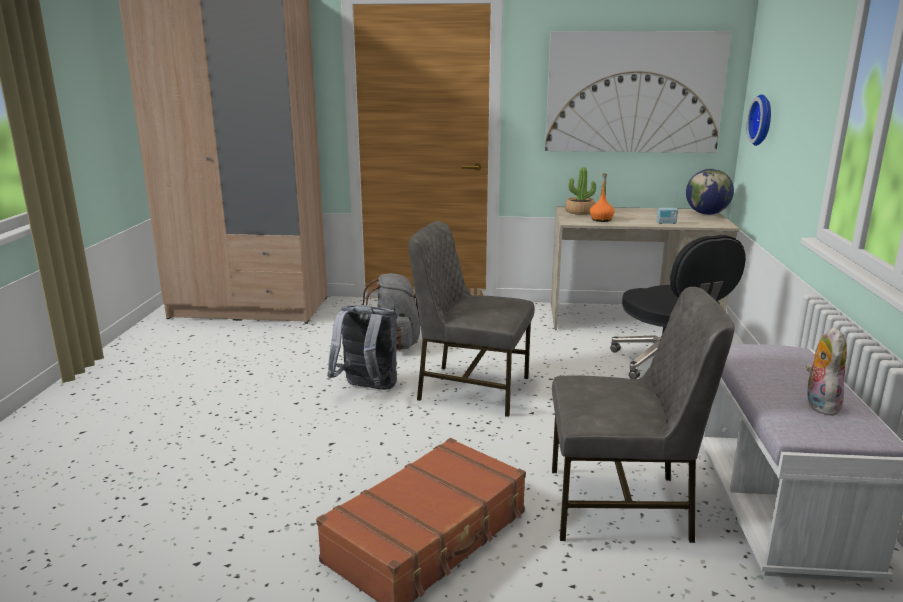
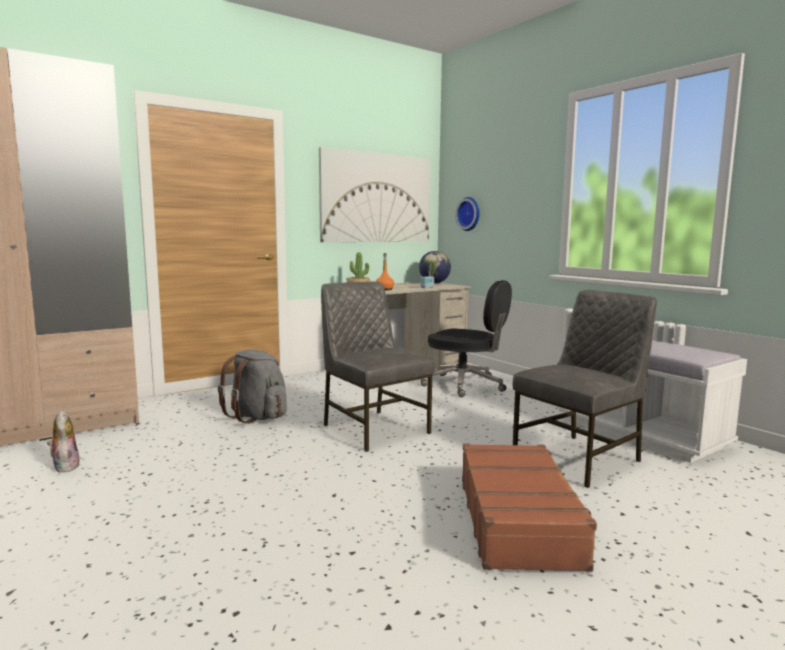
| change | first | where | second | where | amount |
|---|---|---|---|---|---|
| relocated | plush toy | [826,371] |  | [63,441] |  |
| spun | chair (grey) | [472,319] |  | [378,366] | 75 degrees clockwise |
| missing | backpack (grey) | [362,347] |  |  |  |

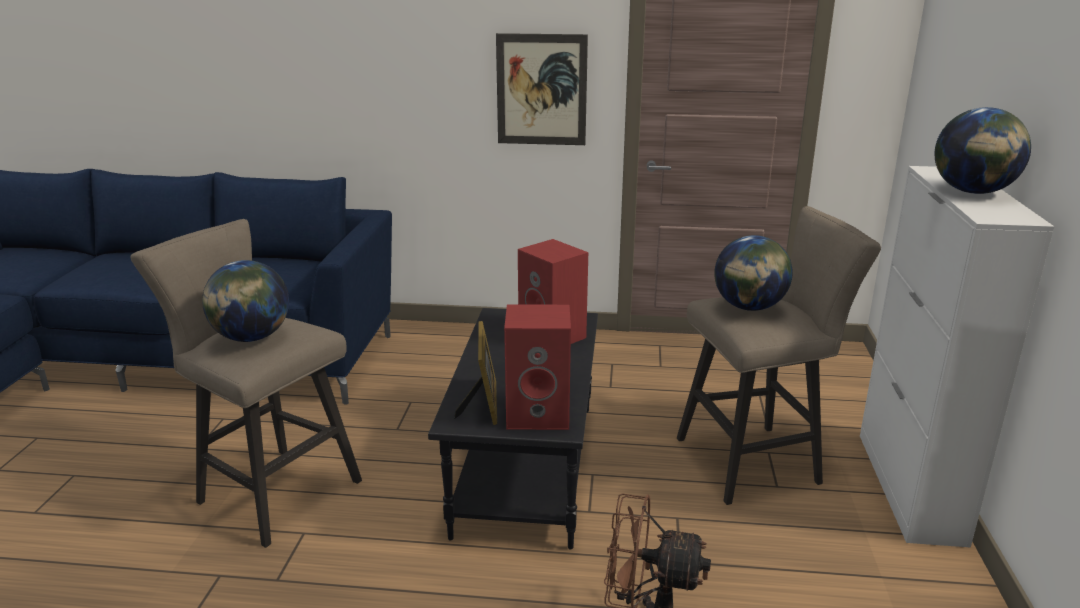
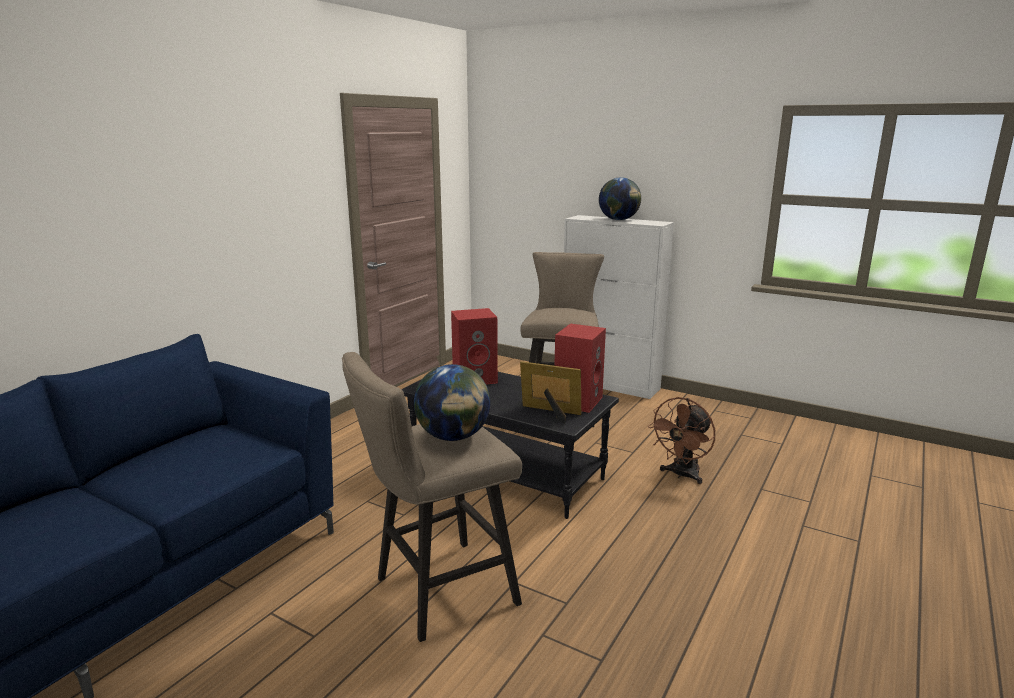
| change | first | where | second | where | amount |
|---|---|---|---|---|---|
| missing | picture | [542,89] |  |  |  |
| missing | globe | [753,273] |  |  |  |

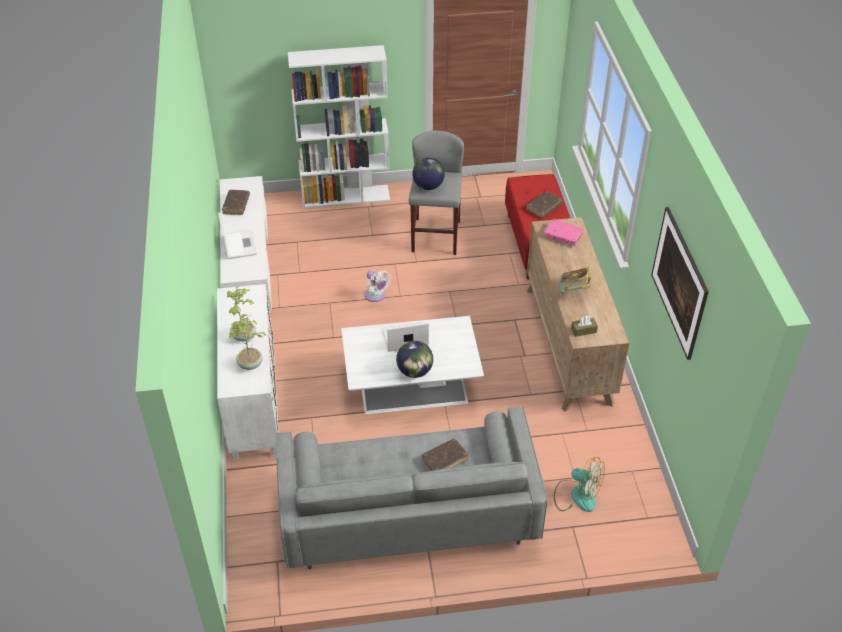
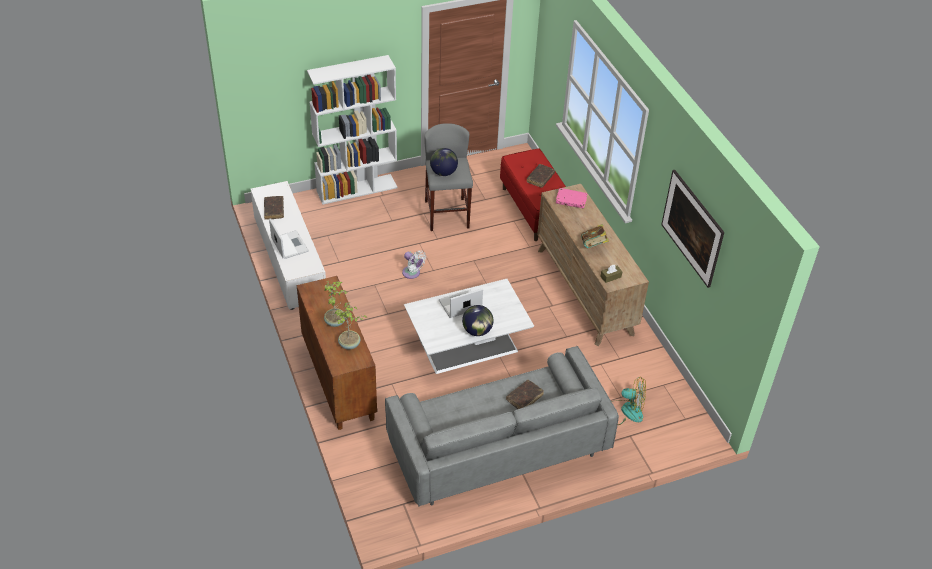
| change | first | where | second | where | amount |
|---|---|---|---|---|---|
| colour | cabinet (white) | [247,372] | cabinet (brown) | [337,353] |  |

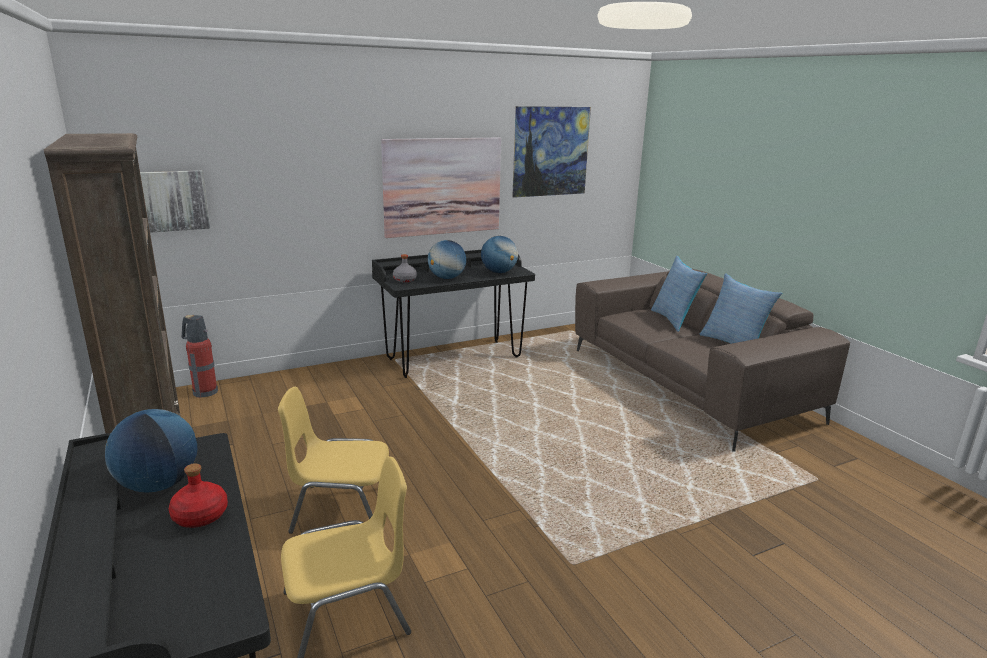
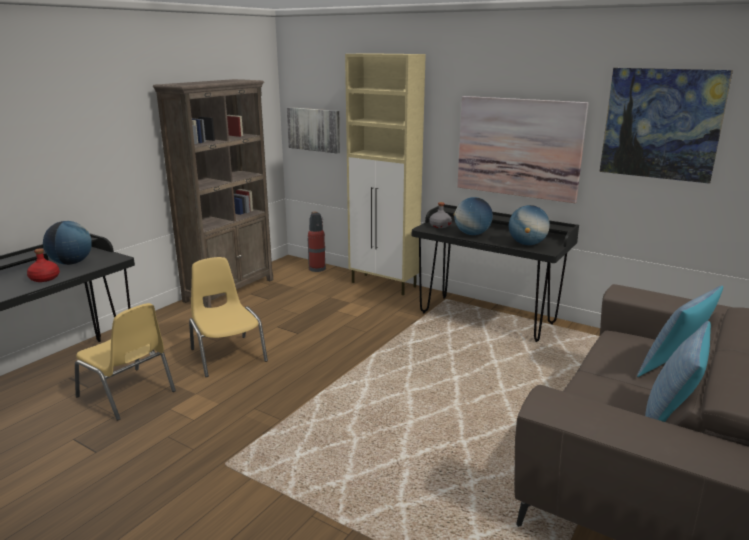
| change | first | where | second | where | amount |
|---|---|---|---|---|---|
| appeared |  |  | cabinet (beige) | [385,174] |  |

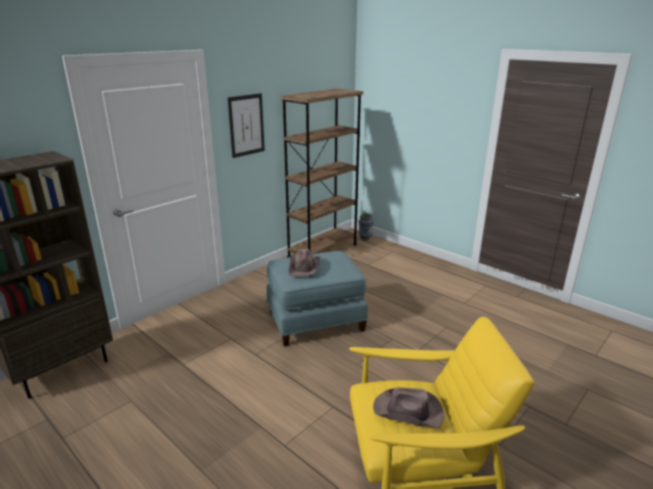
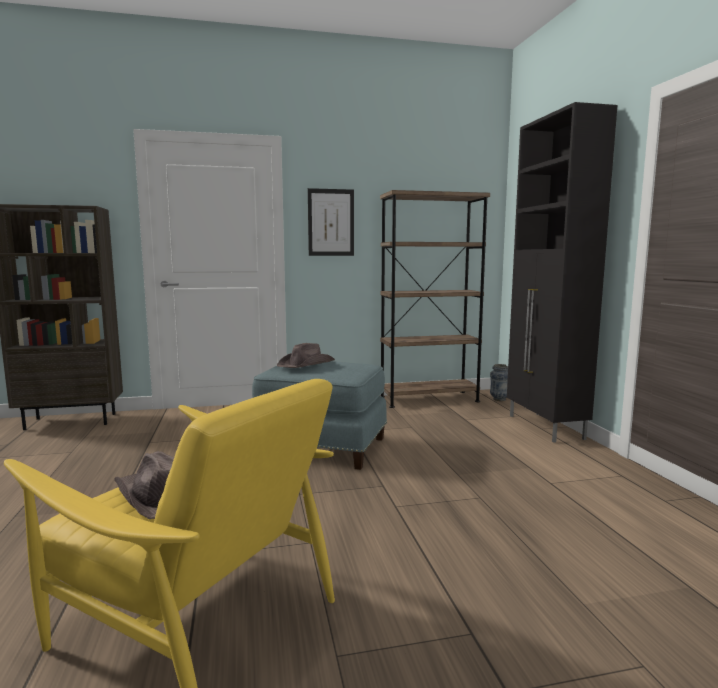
| change | first | where | second | where | amount |
|---|---|---|---|---|---|
| appeared |  |  | cabinet (black) | [562,272] |  |

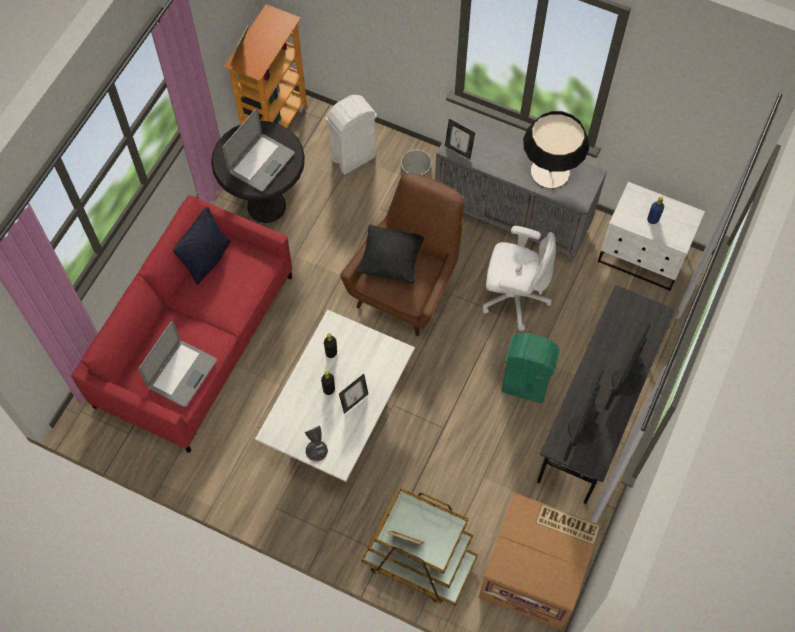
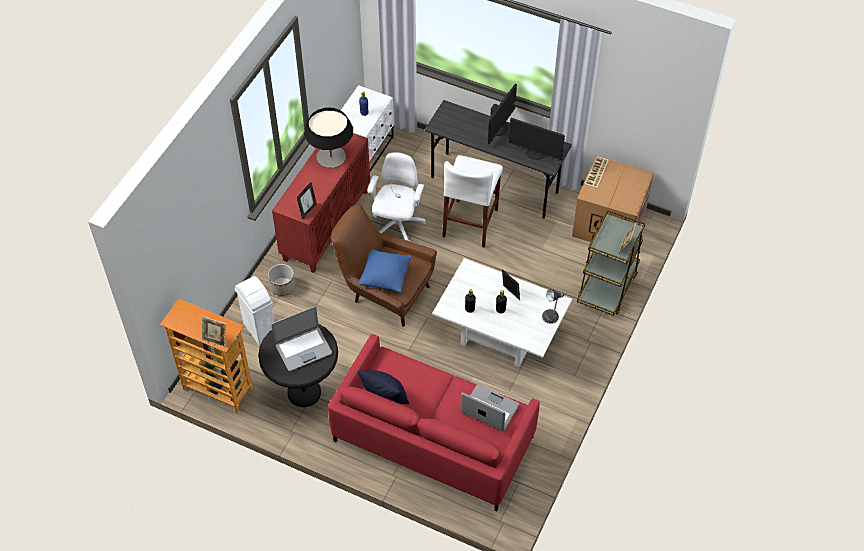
| change | first | where | second | where | amount |
|---|---|---|---|---|---|
| spun | laptop | [258,150] |  | [301,338] | 120 degrees clockwise |
| colour | cabinet (grey) | [521,188] | cabinet (red) | [321,203] |  |
| colour | pillow (black) | [390,254] | pillow (blue) | [385,271] |  |
| exchanged | trash can (green) | [530,368] | stool (white) | [472,201] |  |
| spun | monitor | [628,366] |  | [502,114] | 90 degrees counterclockwise |

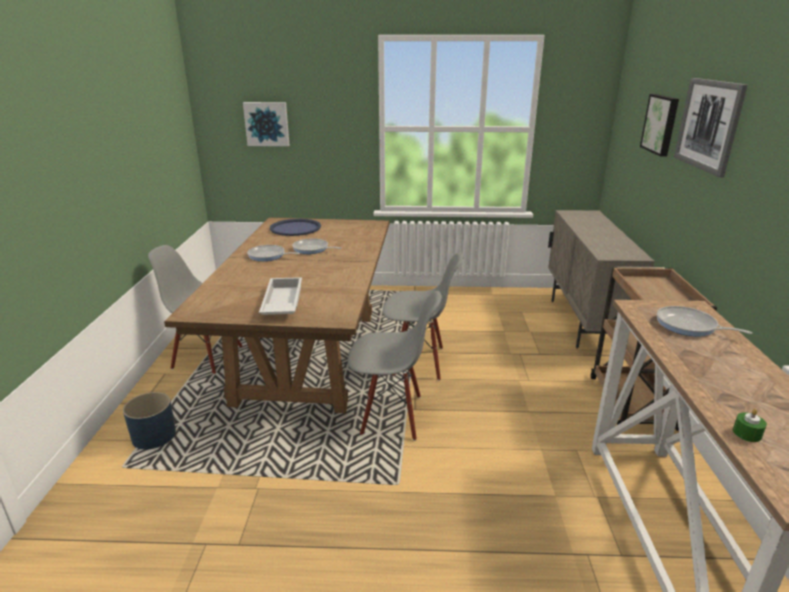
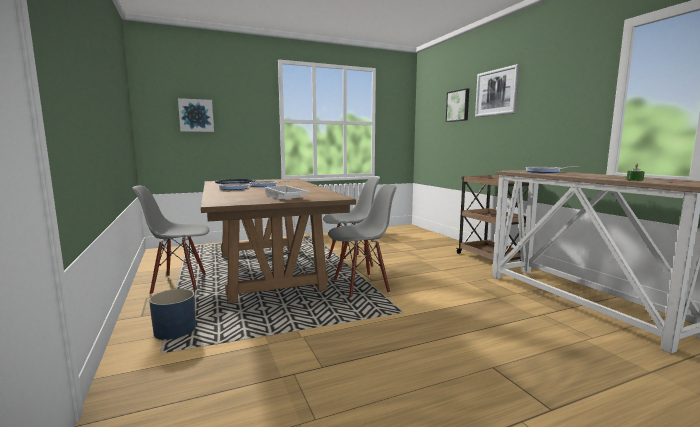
| change | first | where | second | where | amount |
|---|---|---|---|---|---|
| missing | cabinet (beige) | [601,279] |  |  |  |

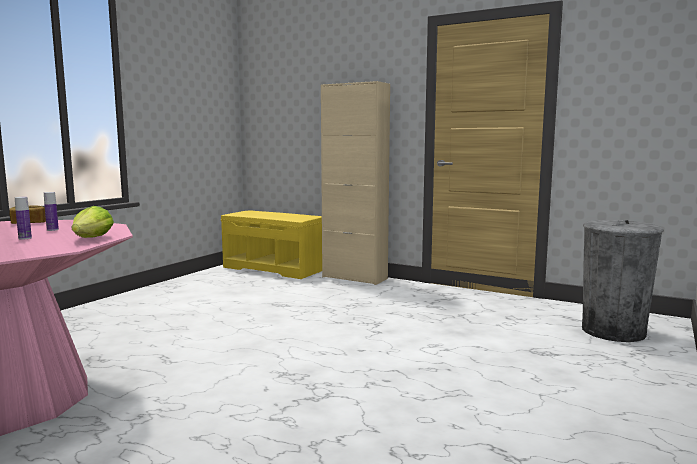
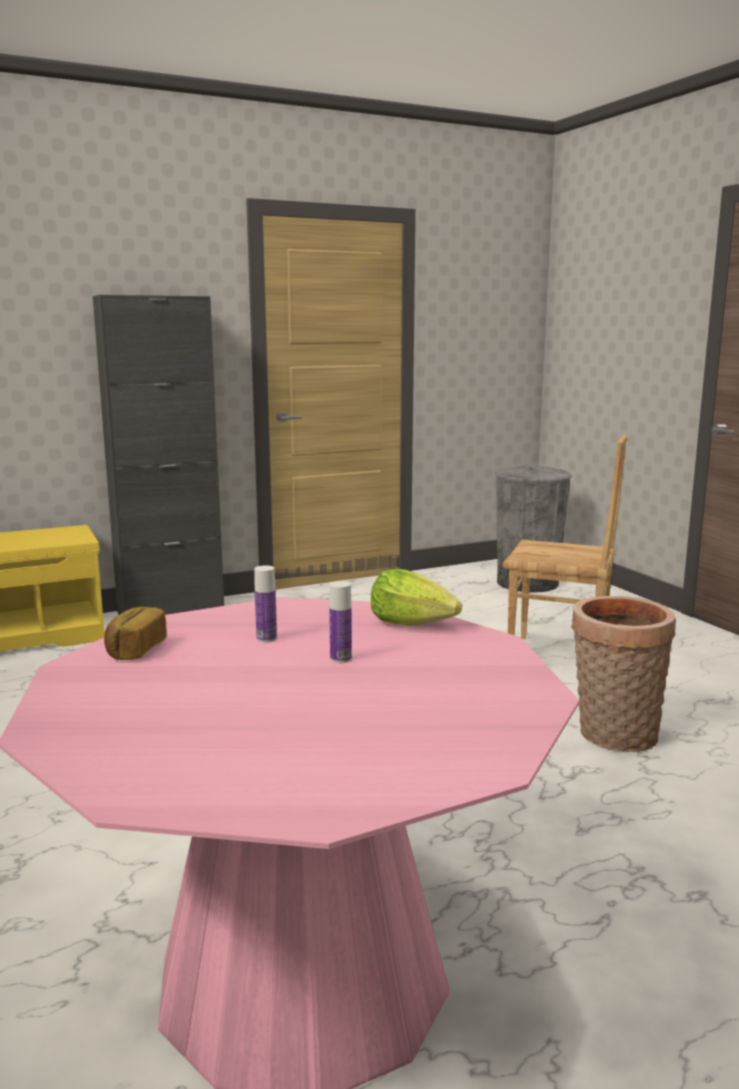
| change | first | where | second | where | amount |
|---|---|---|---|---|---|
| colour | cabinet (beige) | [355,183] | cabinet (black) | [158,455] |  |
| appeared |  |  | chair (brown) | [565,536] |  |
| appeared |  |  | basket | [623,674] |  |

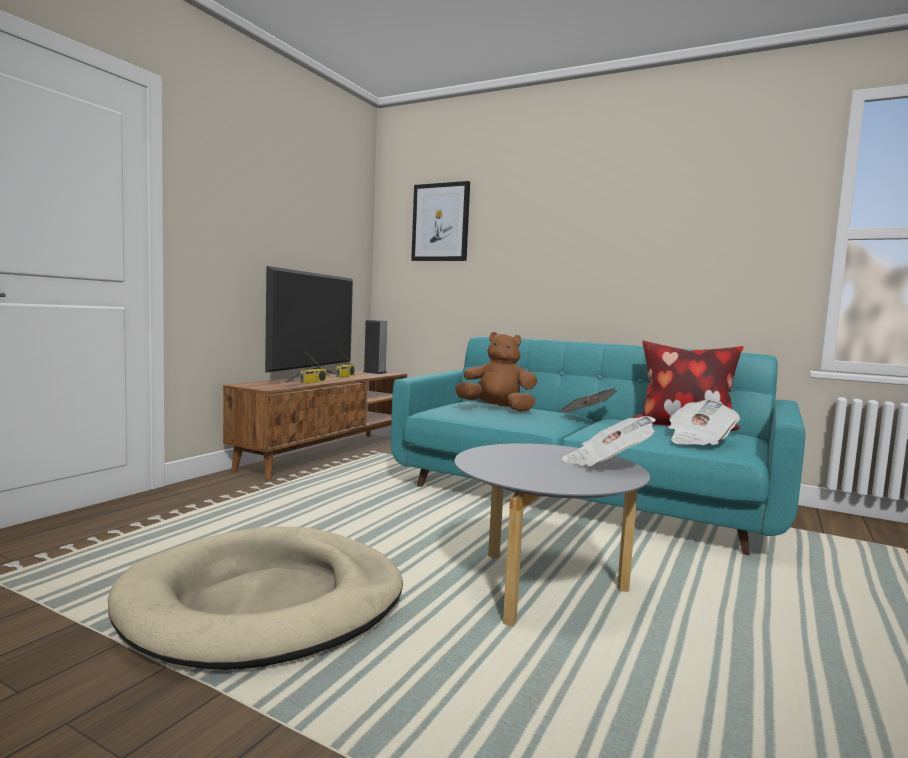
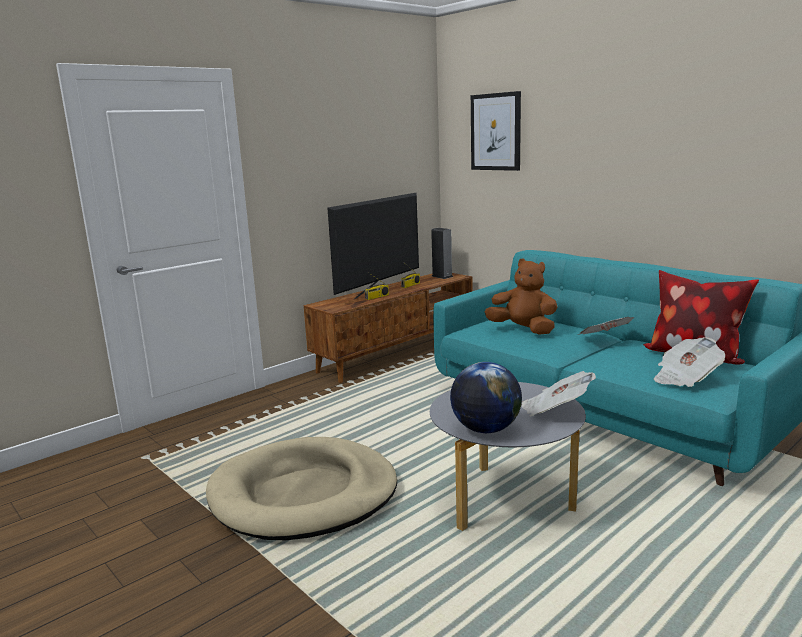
| change | first | where | second | where | amount |
|---|---|---|---|---|---|
| appeared |  |  | globe | [486,397] |  |

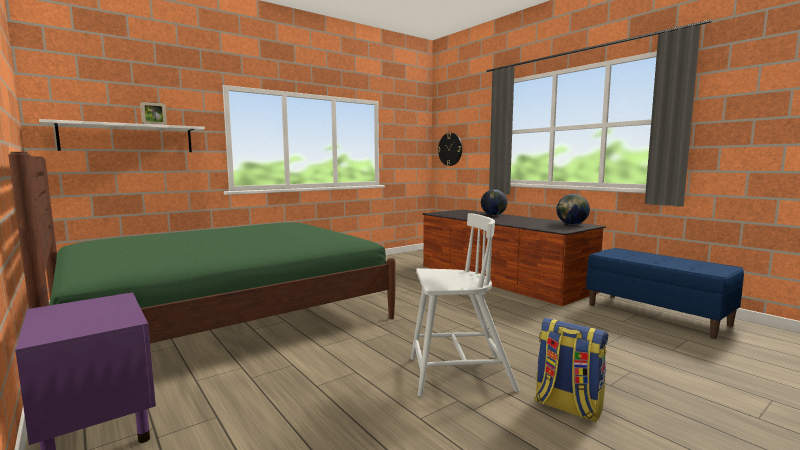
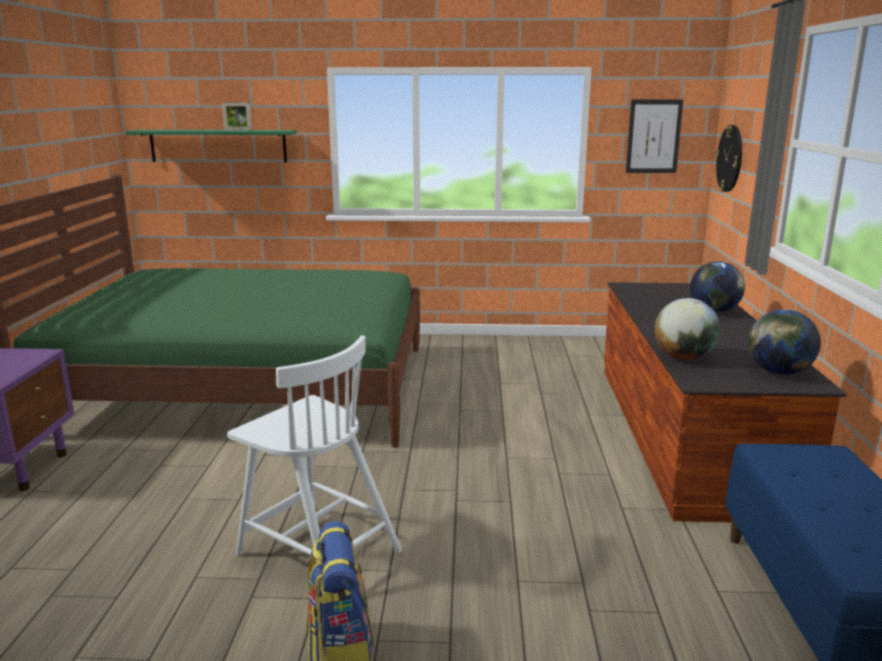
| change | first | where | second | where | amount |
|---|---|---|---|---|---|
| colour | shelf (white) | [122,135] | shelf (green) | [211,146] |  |
| appeared |  |  | picture | [654,136] |  |
| appeared |  |  | globe | [687,329] |  |

